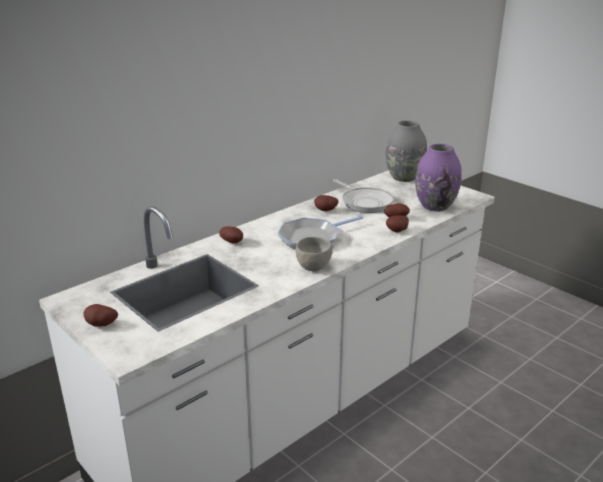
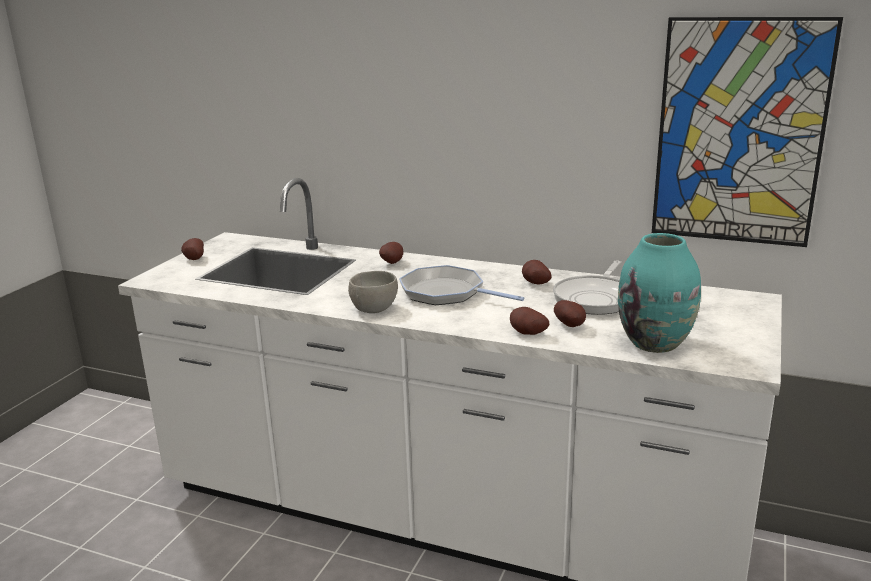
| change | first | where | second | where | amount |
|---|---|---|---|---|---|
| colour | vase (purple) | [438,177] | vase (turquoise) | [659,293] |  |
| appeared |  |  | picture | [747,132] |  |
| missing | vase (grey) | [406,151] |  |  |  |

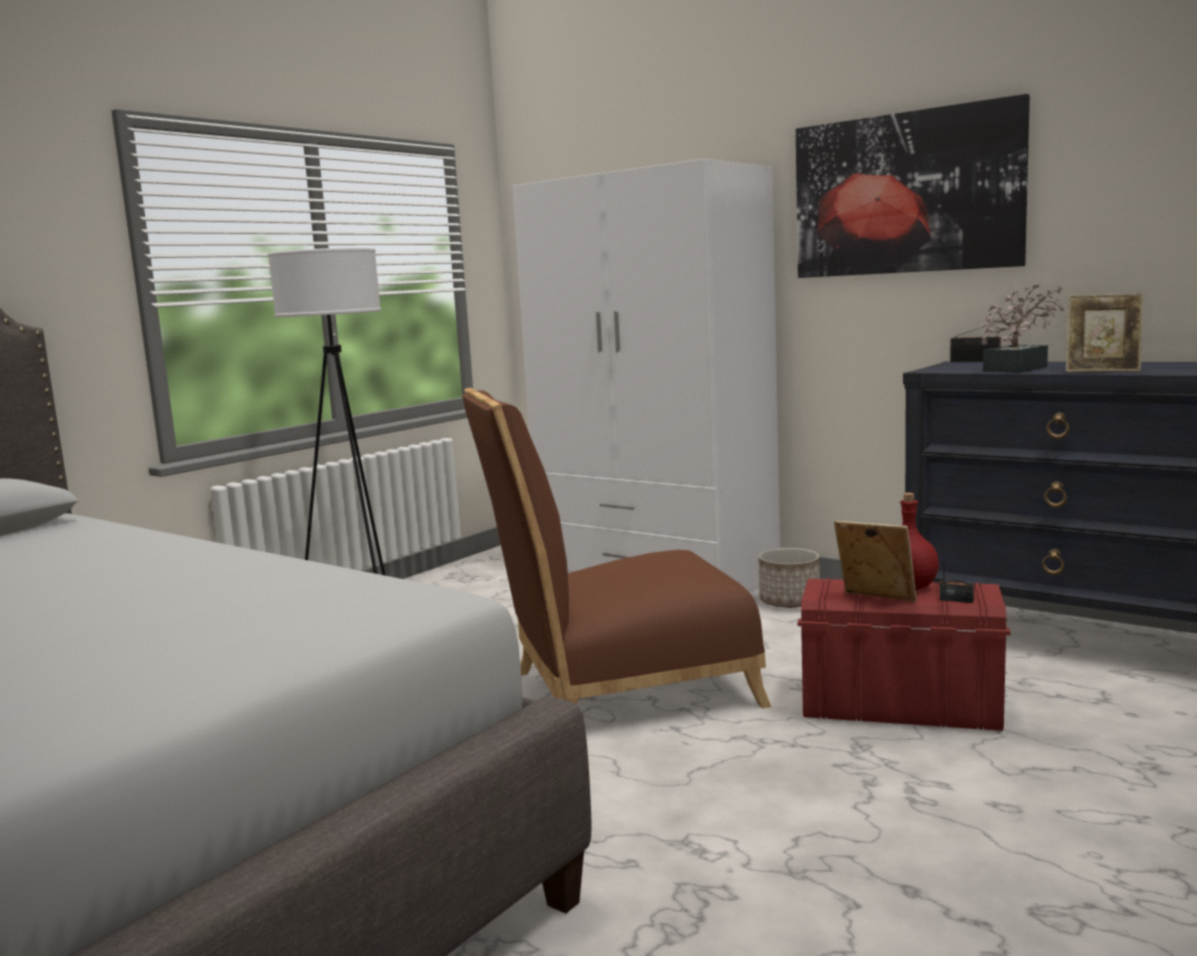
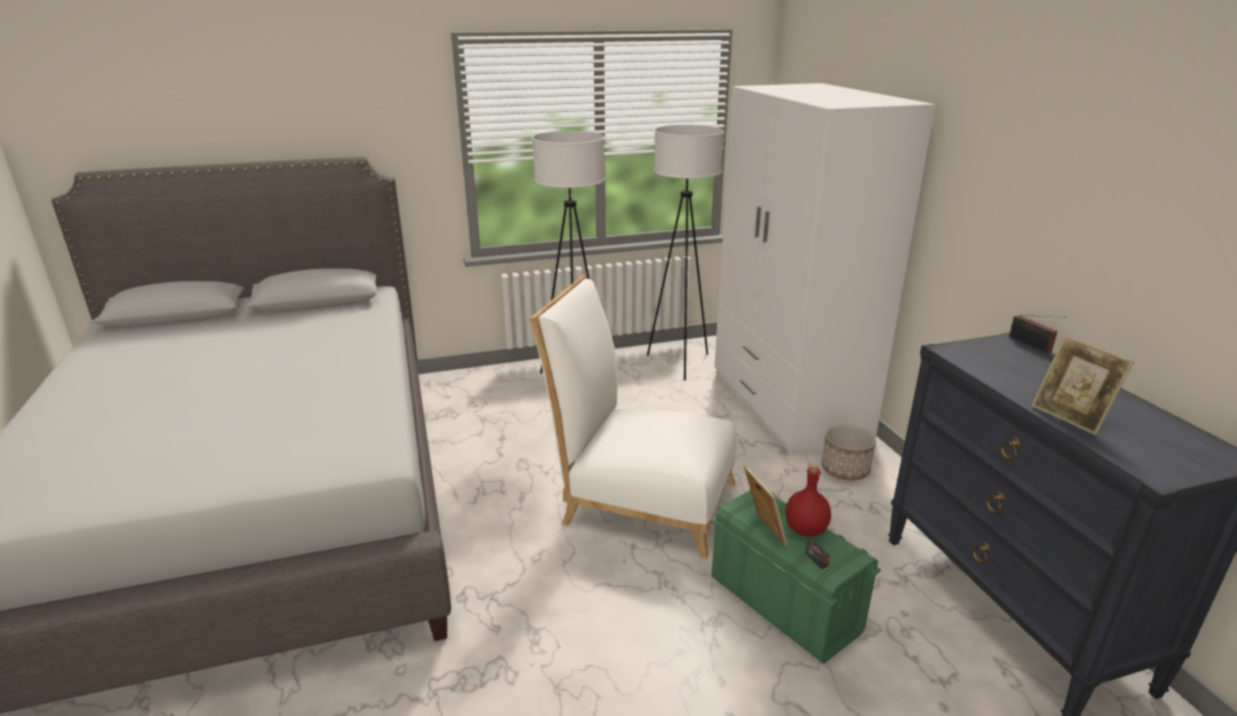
| change | first | where | second | where | amount |
|---|---|---|---|---|---|
| colour | chair (brown) | [616,547] | chair (white) | [633,416] |  |
| appeared |  |  | floor lamp (white) | [685,252] |  |
| colour | storage box (red) | [904,654] | storage box (green) | [796,576] |  |
| missing | picture | [913,186] |  |  |  |
| missing | potted plant | [1022,327] |  |  |  |

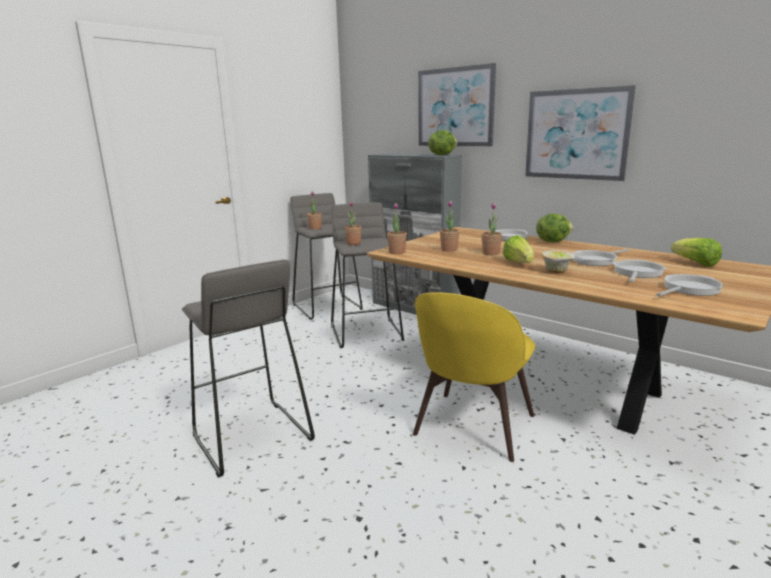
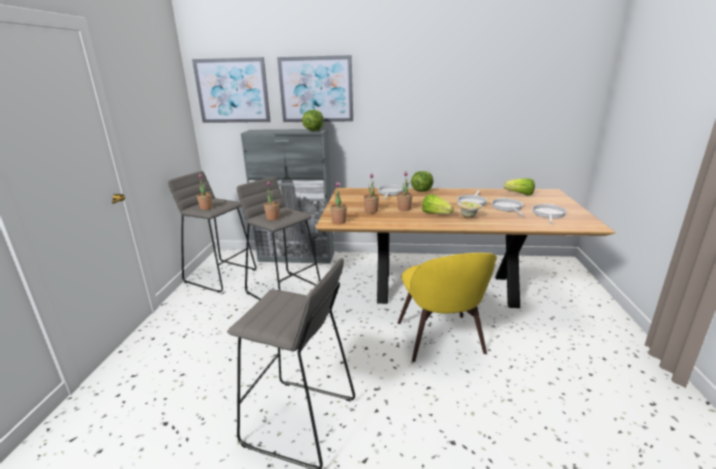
| change | first | where | second | where | amount |
|---|---|---|---|---|---|
| relocated | picture | [580,133] |  | [231,90] |  |

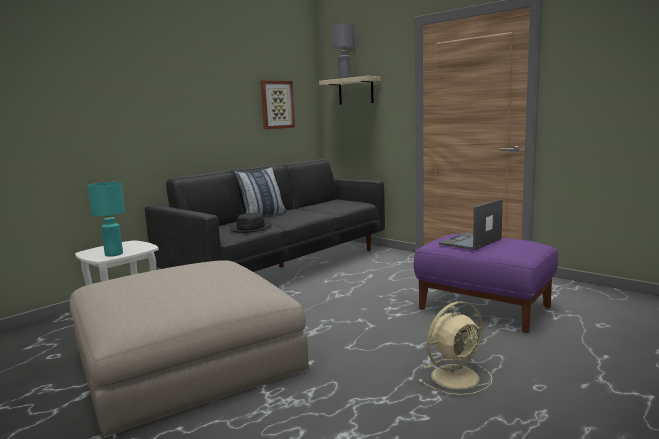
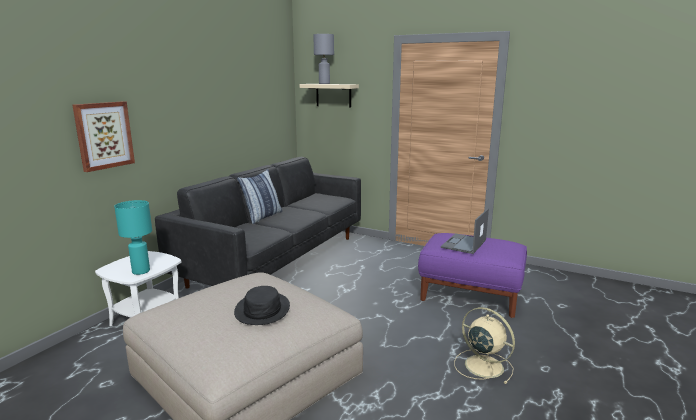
| change | first | where | second | where | amount |
|---|---|---|---|---|---|
| relocated | picture | [277,104] |  | [104,136] |  |
| relocated | hat (black) | [250,222] |  | [262,305] |  |
| spun | fan (beige) | [455,348] |  | [484,345] | 90 degrees counterclockwise |

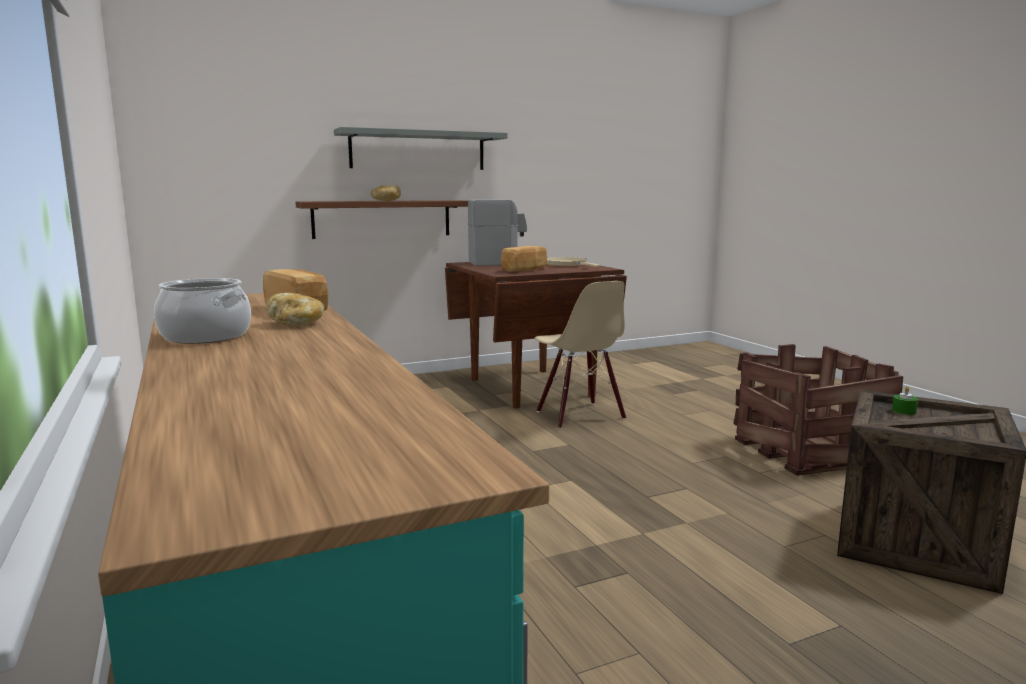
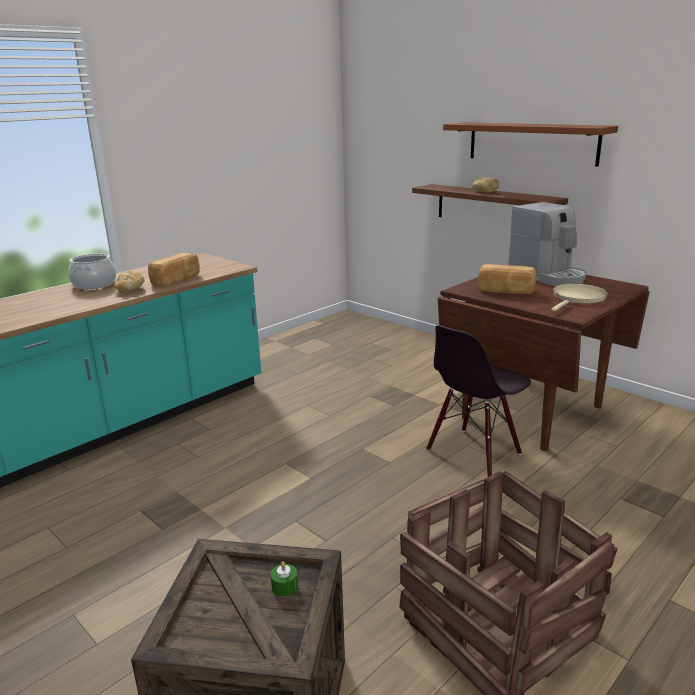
| change | first | where | second | where | amount |
|---|---|---|---|---|---|
| colour | chair (beige) | [580,355] | chair (black) | [478,401] |  |
| colour | shelf (grey) | [421,148] | shelf (brown) | [530,144] |  |

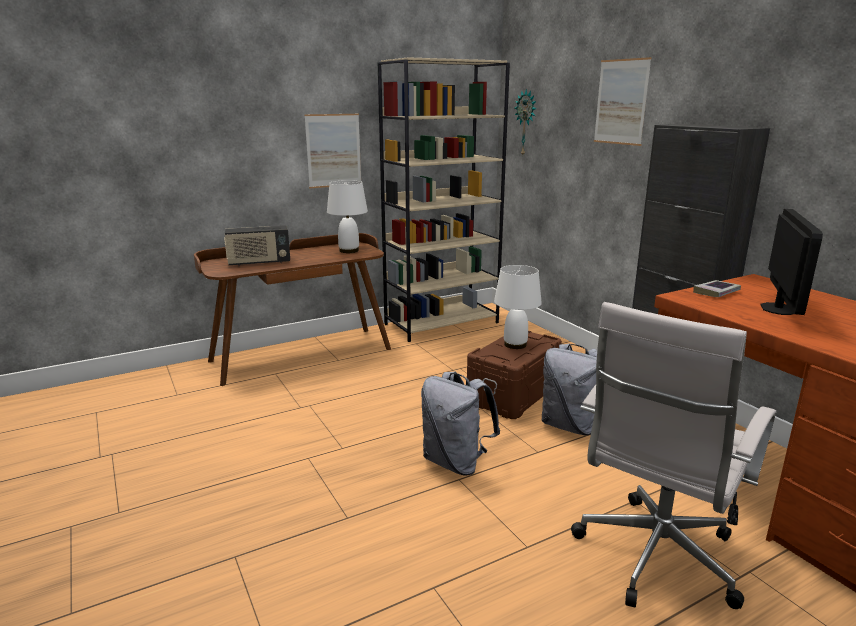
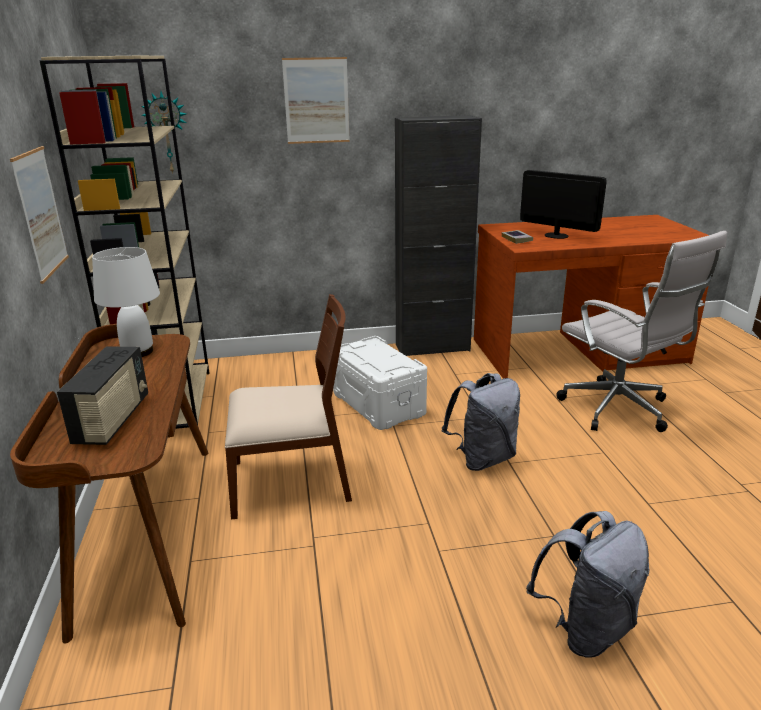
| change | first | where | second | where | amount |
|---|---|---|---|---|---|
| appeared |  |  | chair (brown) | [288,407] |  |
| colour | storage box (brown) | [514,374] | storage box (white) | [380,383] |  |
| relocated | backpack (grey) | [569,389] |  | [588,584] |  |
| missing | table lamp (white) | [518,307] |  |  |  |

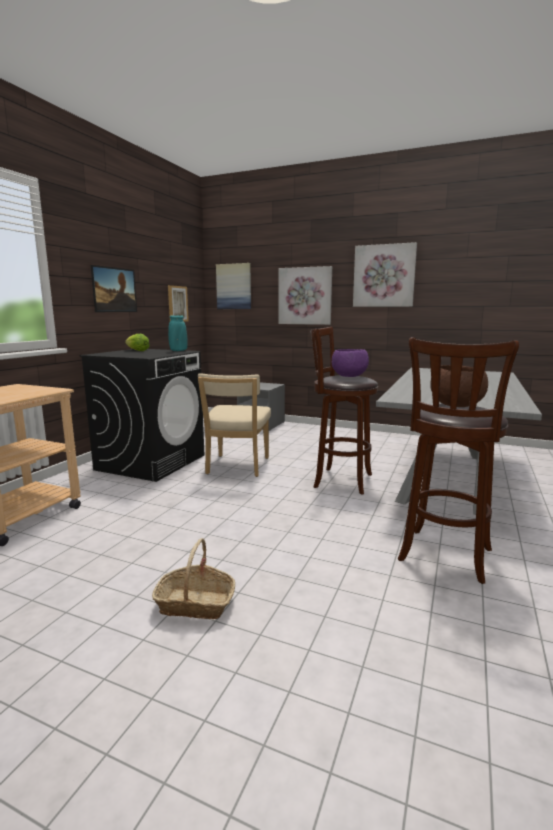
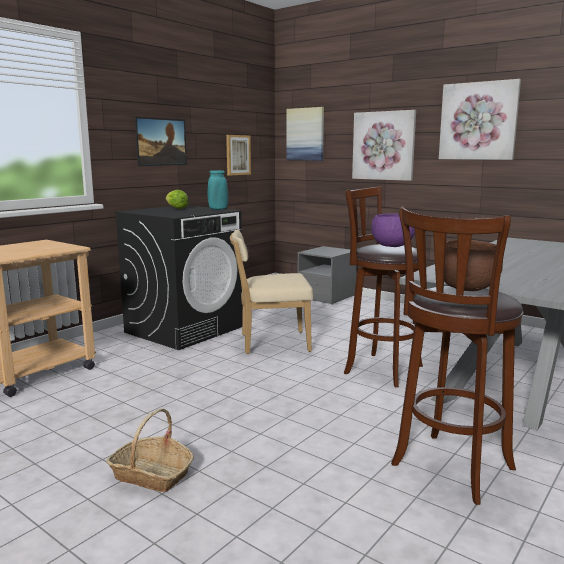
| change | first | where | second | where | amount |
|---|---|---|---|---|---|
| spun | chair (beige) | [234,425] |  | [271,291] | 60 degrees clockwise |

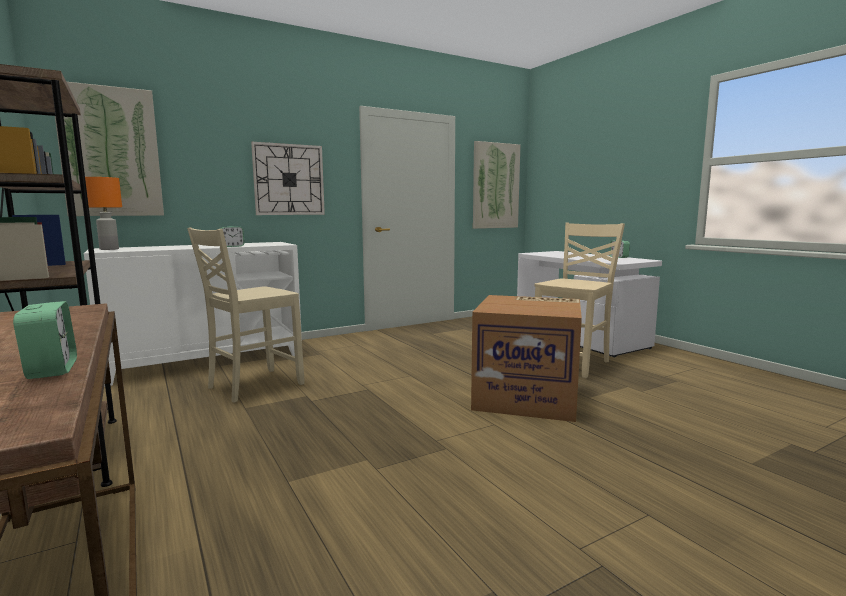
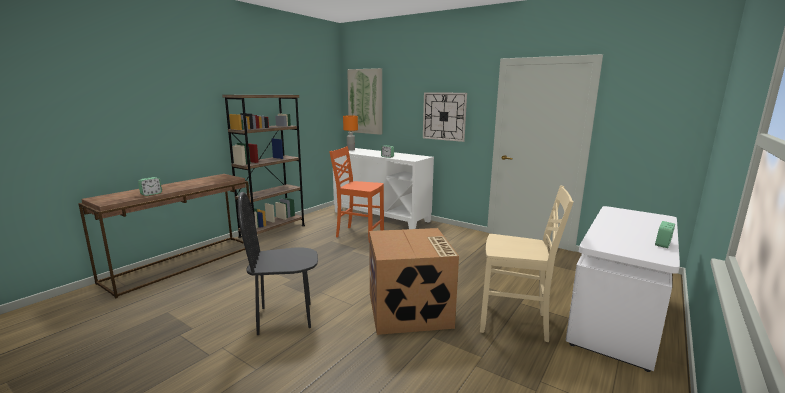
| change | first | where | second | where | amount |
|---|---|---|---|---|---|
| appeared |  |  | chair (black) | [278,263] |  |
| colour | chair (beige) | [246,315] | chair (orange) | [356,192] |  |
| missing | picture | [496,185] |  |  |  |

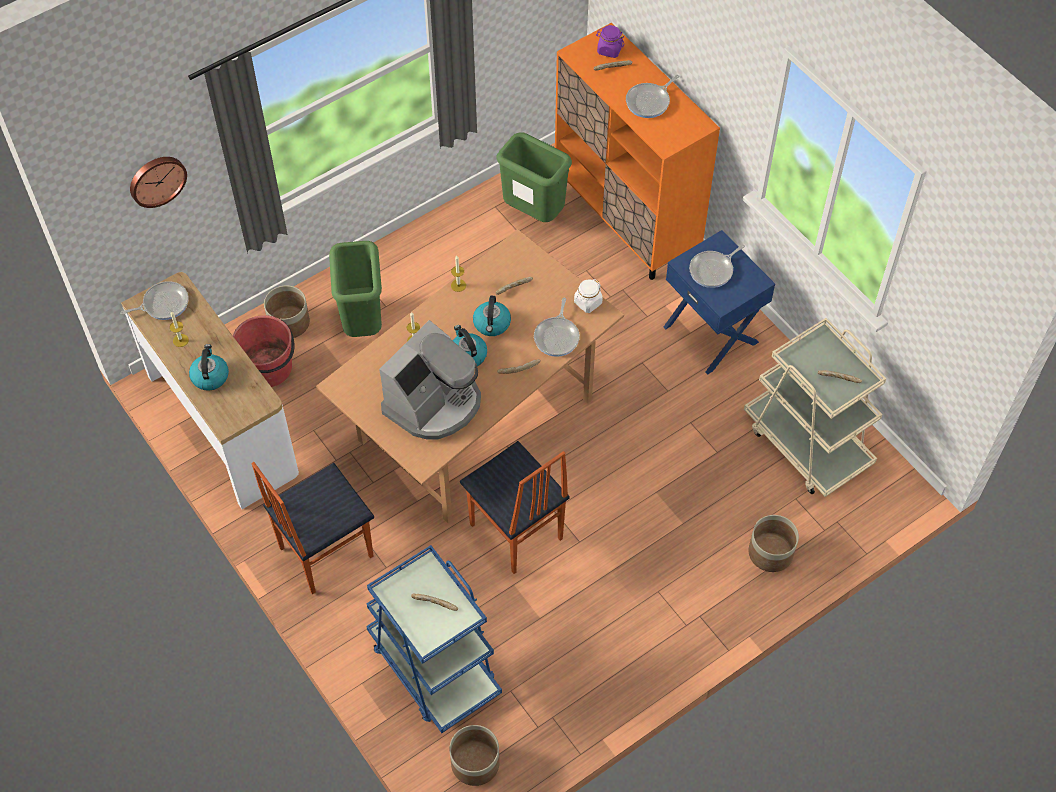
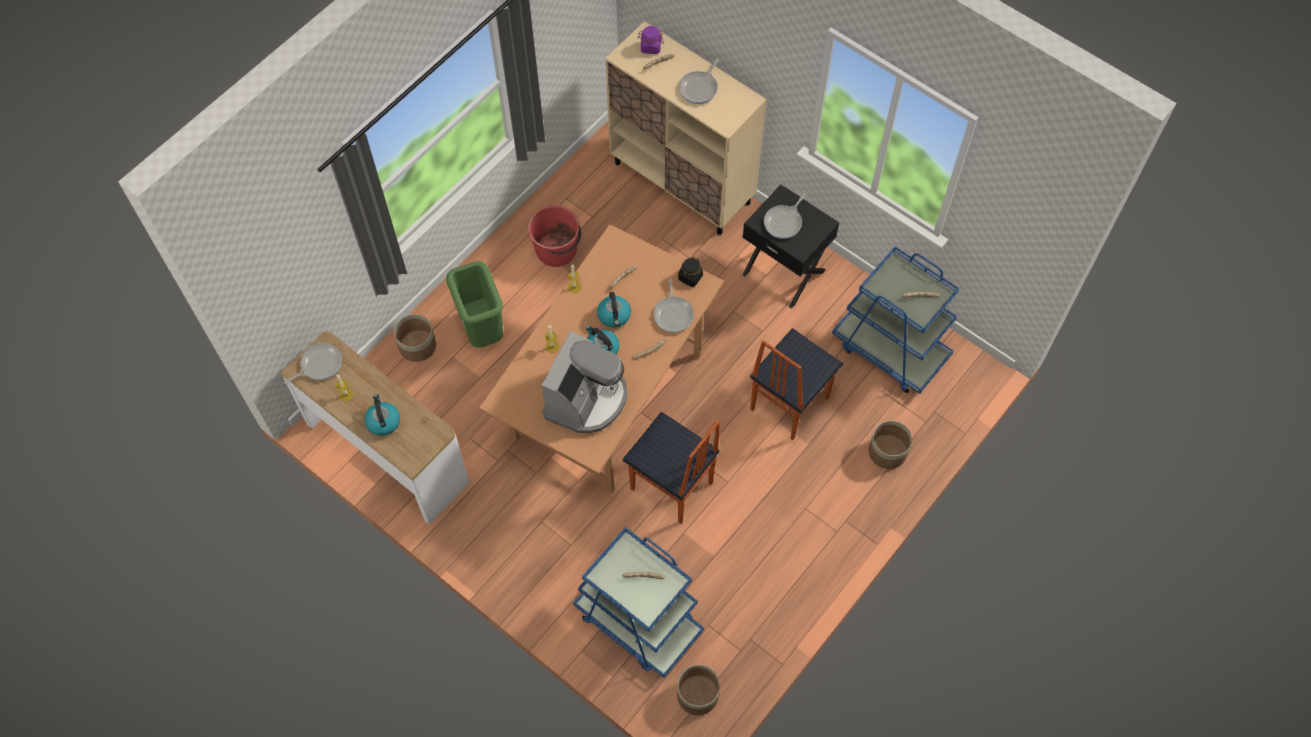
| change | first | where | second | where | amount |
|---|---|---|---|---|---|
| relocated | bucket (red) | [264,351] |  | [554,236] |  |
| colour | cabinet (orange) | [637,151] | cabinet (beige) | [686,128] |  |
| colour | jar (white) | [588,296] | jar (black) | [690,272] |  |
| colour | nightstand (blue) | [719,302] | nightstand (black) | [790,246] |  |
| relocated | chair | [312,528] |  | [796,384] |  |
| colour | cart (beige) | [815,407] | cart (blue) | [895,319] |  |
| missing | wall clock | [158,182] |  |  |  |
| missing | trash can (green) | [534,177] |  |  |  |

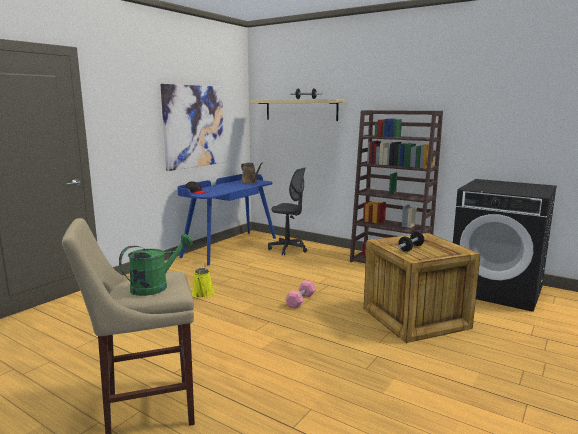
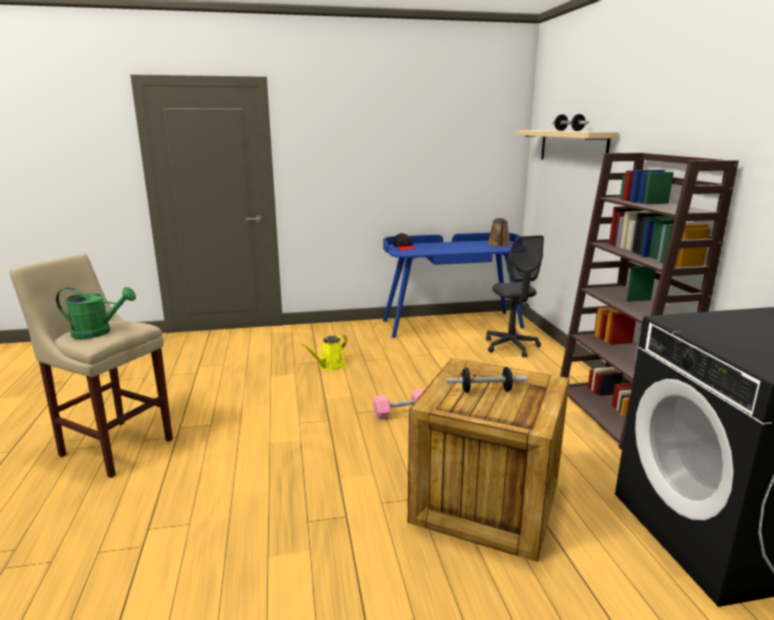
| change | first | where | second | where | amount |
|---|---|---|---|---|---|
| missing | picture | [192,127] |  |  |  |

